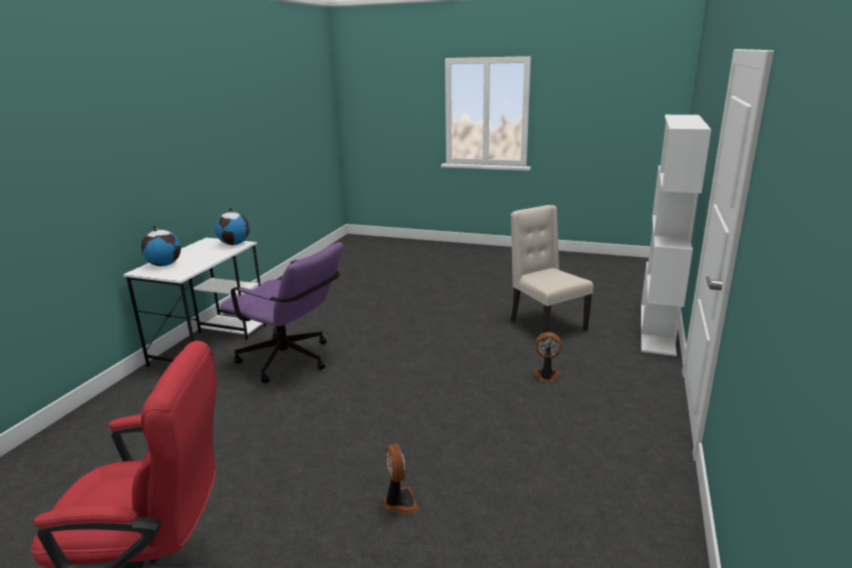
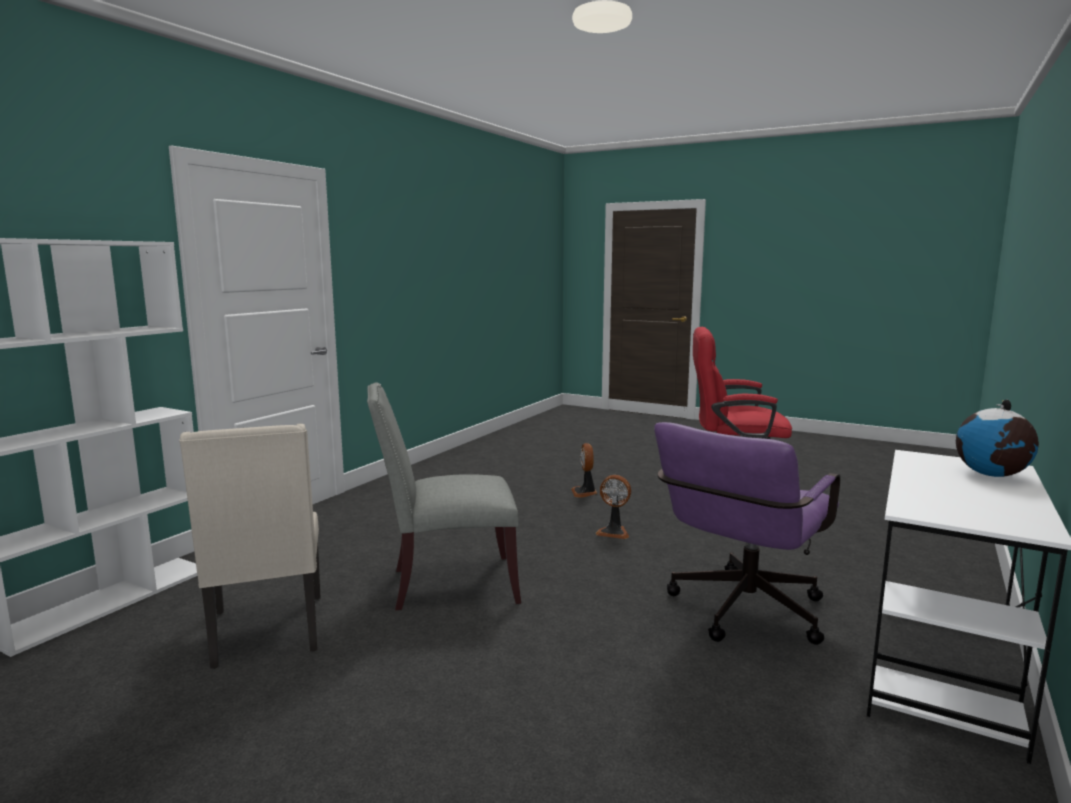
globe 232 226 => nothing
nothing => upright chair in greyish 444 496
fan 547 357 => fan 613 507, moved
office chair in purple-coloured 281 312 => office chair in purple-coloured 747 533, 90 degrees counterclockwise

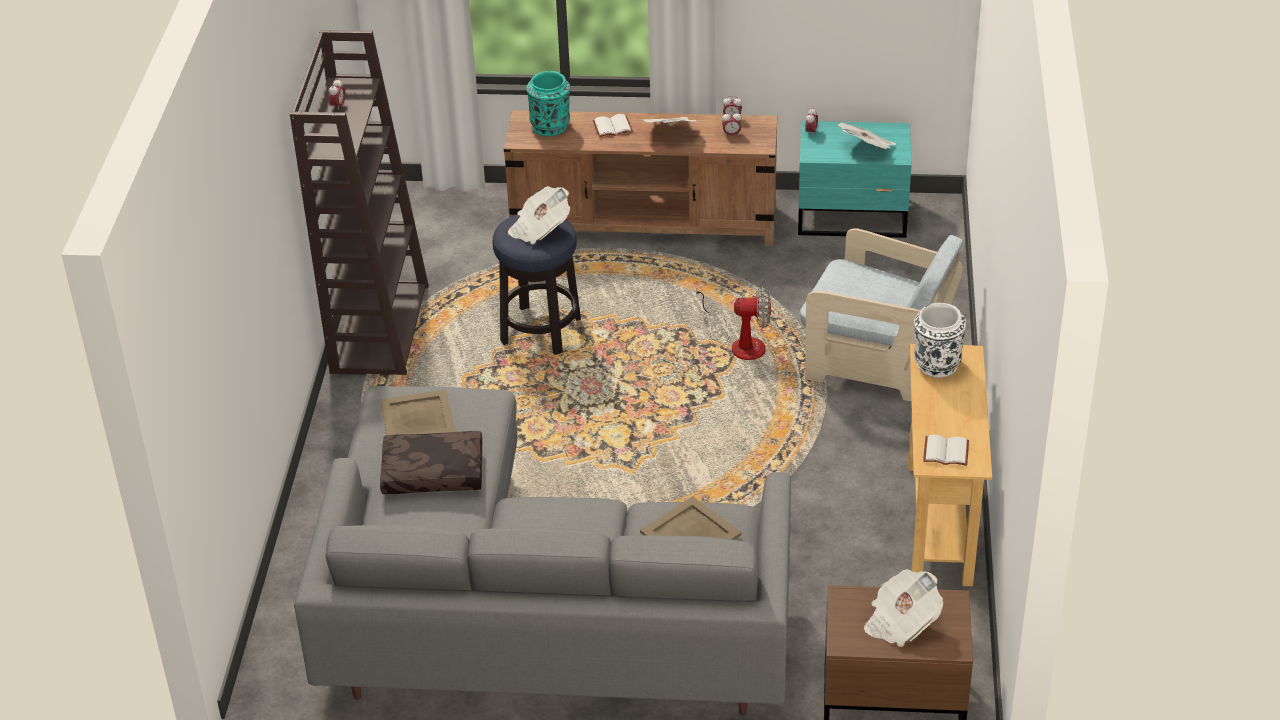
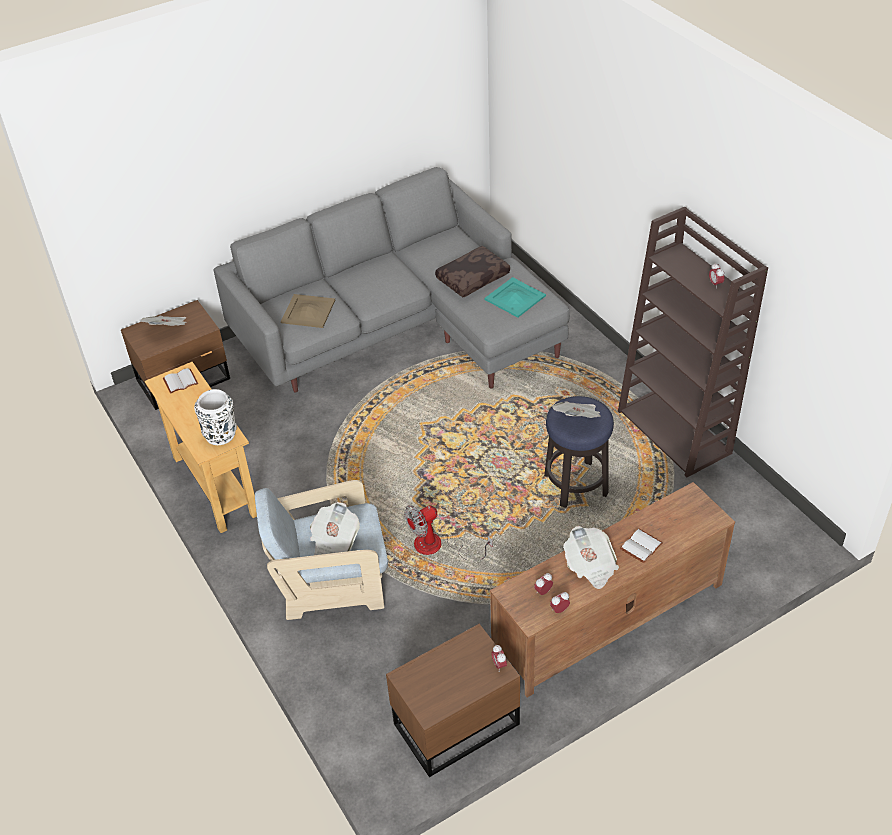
decorative vase in turquoise 548 103 => nothing
printed paper 867 136 => printed paper 335 528, moved
tray in beige 417 412 => tray in turquoise 515 297
bedside table in turquoise 855 179 => bedside table in brown-coloured 453 700

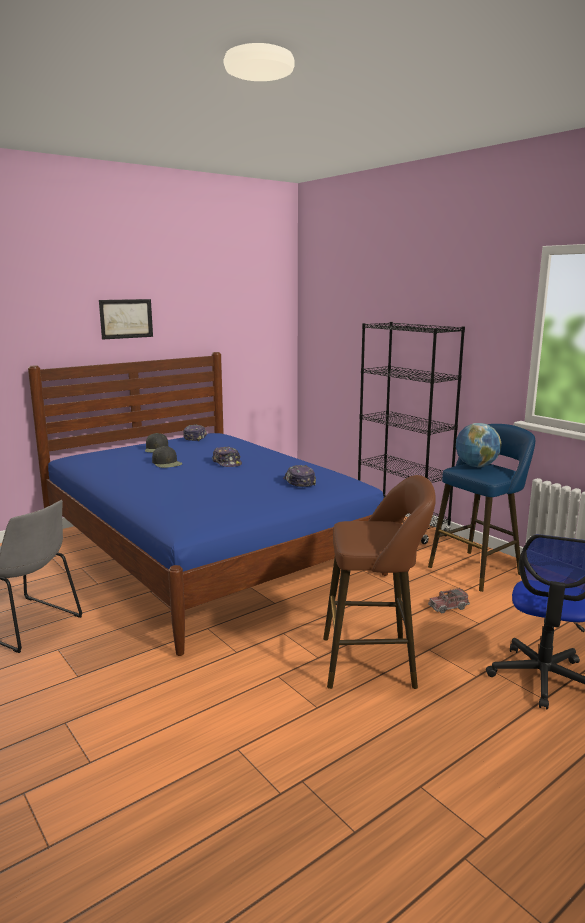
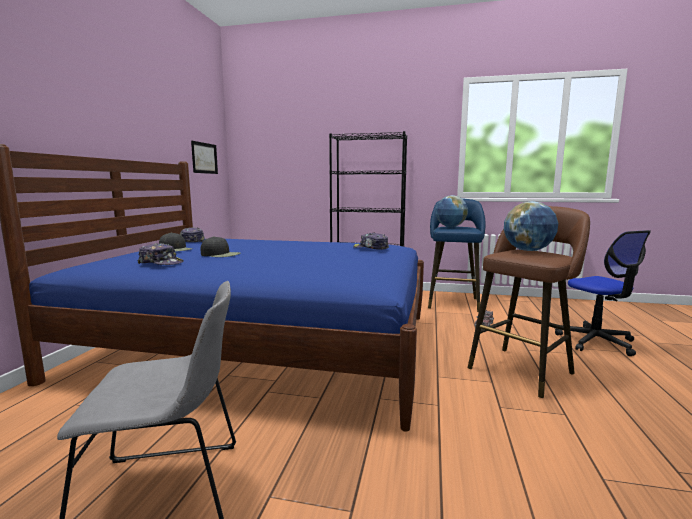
nothing => globe 531 226
wall picture 126 319 => wall picture 204 157, moved
cap 227 456 => cap 161 254, moved

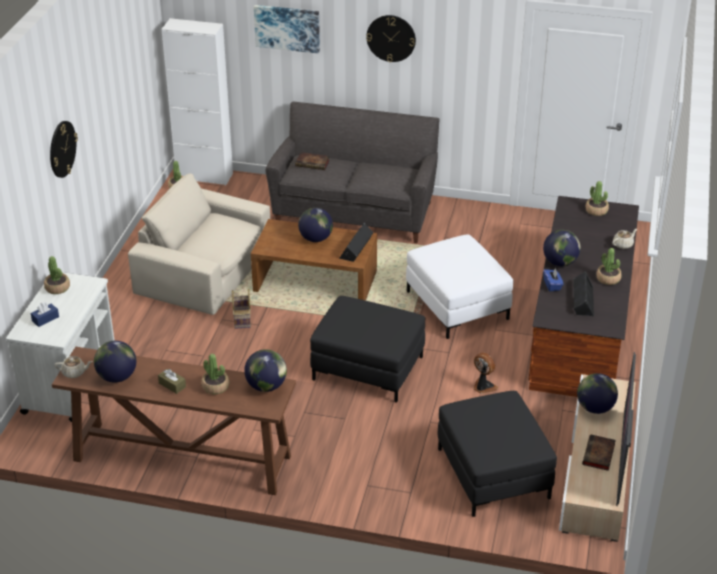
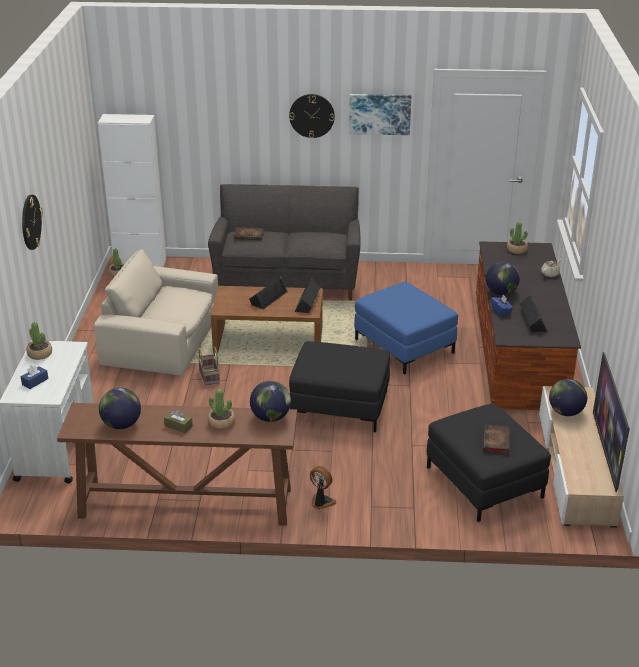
pot for tea in beige 73 367 => nothing
potted plant 609 266 => nothing
wall picture 287 29 => wall picture 380 114, moved
fan 486 373 => fan 323 488, moved
volume 599 452 => volume 496 439, moved
globe 315 225 => speaker in black-coloured 268 293
pouffe in white-coloured 460 286 => pouffe in blue 406 328

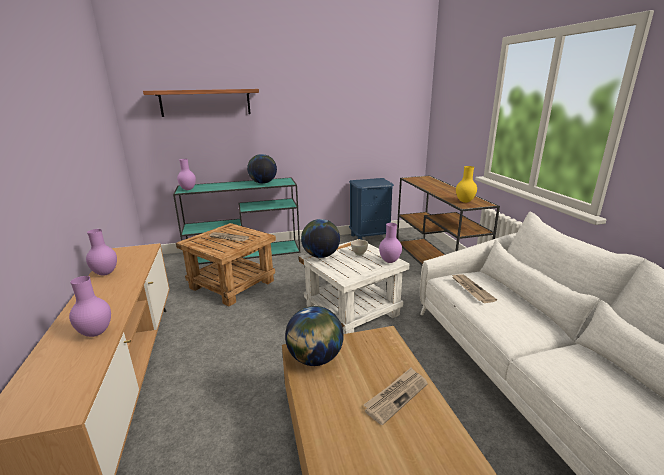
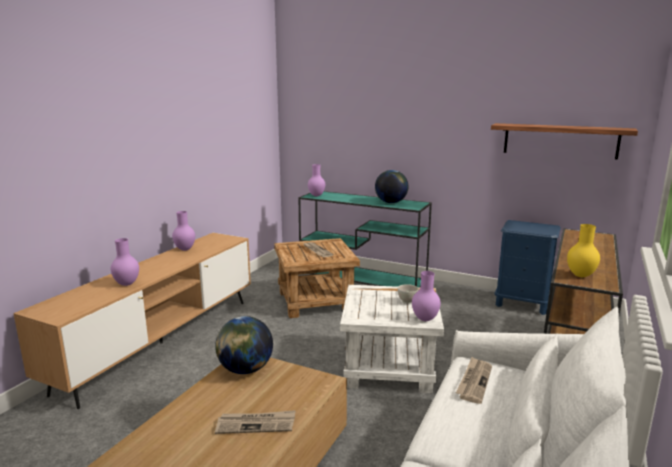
globe 320 238 => nothing
wall shelf 201 103 => wall shelf 564 141, moved

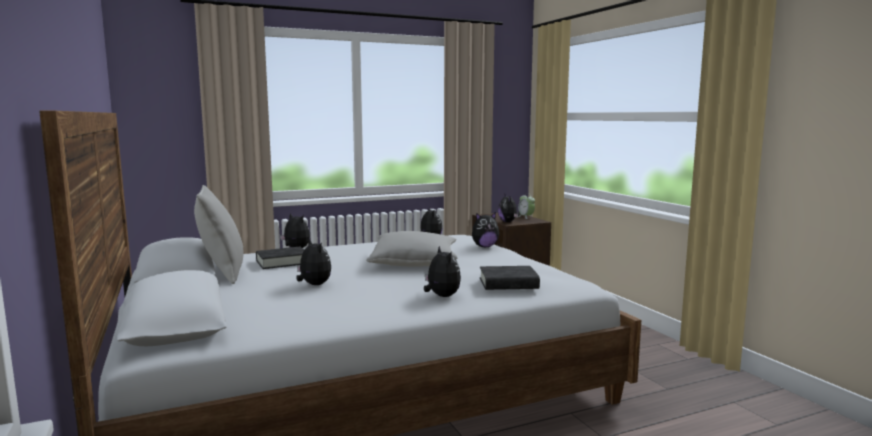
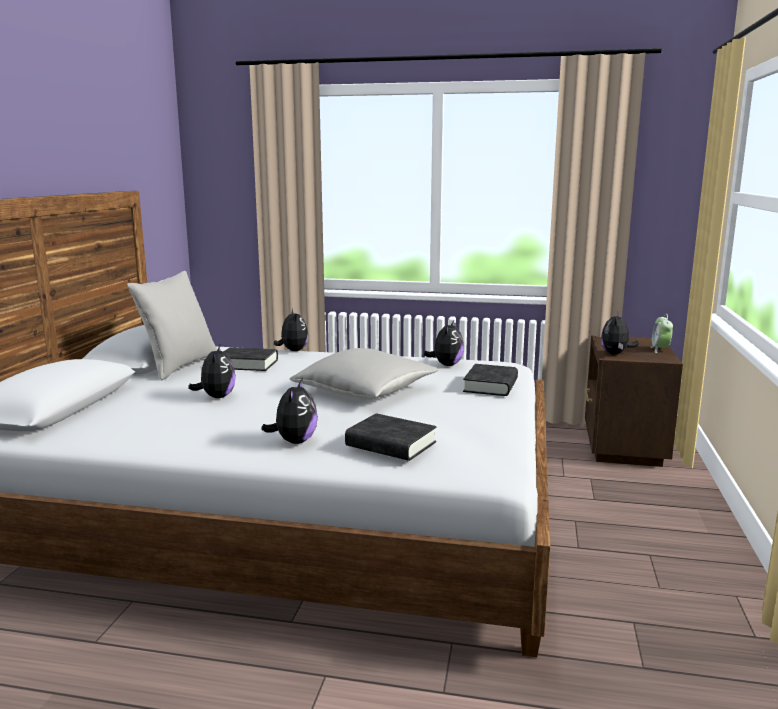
soft toy 485 229 => volume in black-coloured 490 380

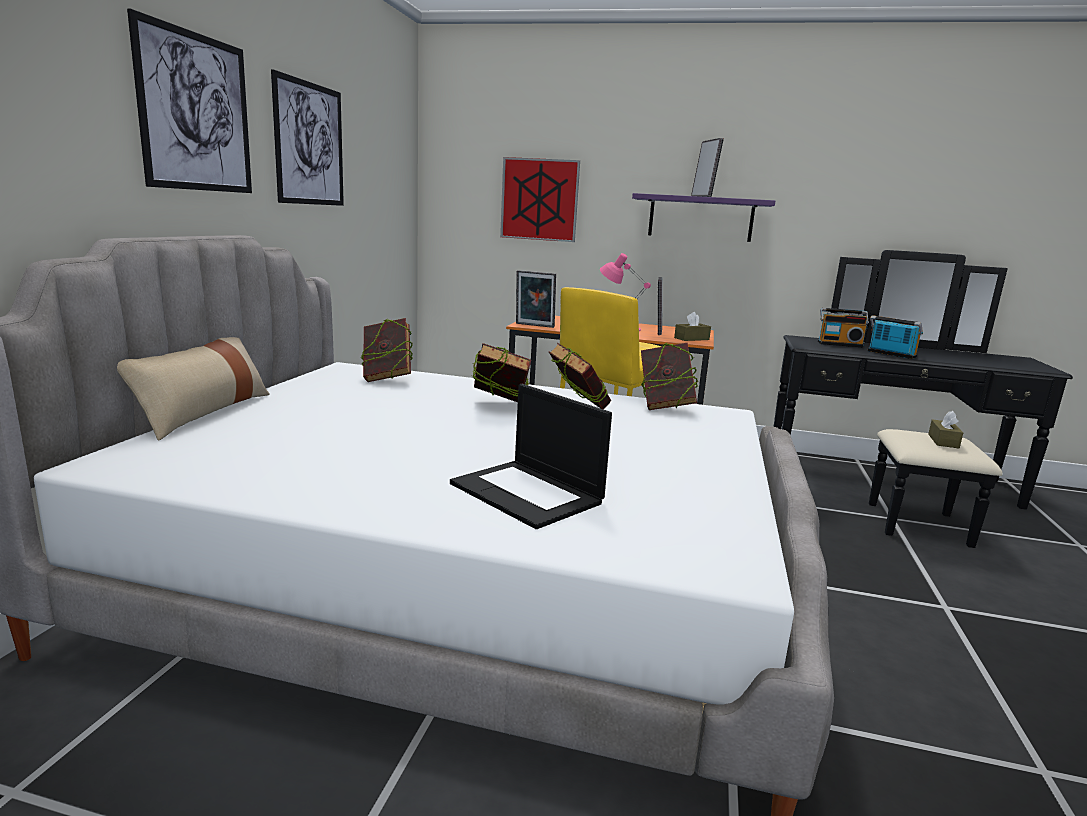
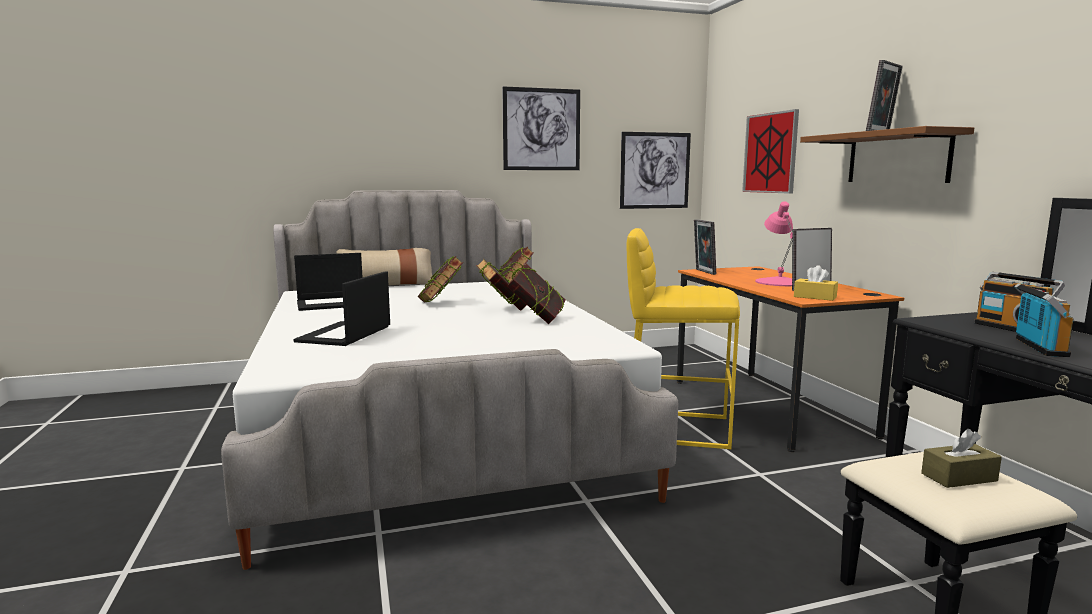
nothing => laptop 328 282
wall picture 189 100 => wall picture 655 170, moved
volume 669 376 => volume 440 279, moved
wall shelf in purple-coloured 703 217 => wall shelf in brown-coloured 887 154
box of tissues in brown-coloured 692 326 => box of tissues in yellow-coloured 816 283

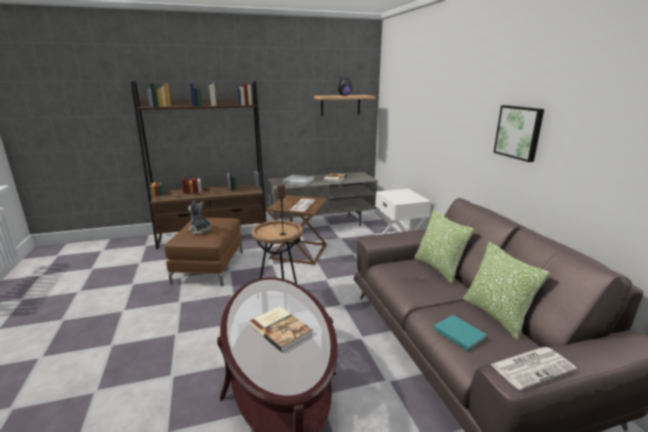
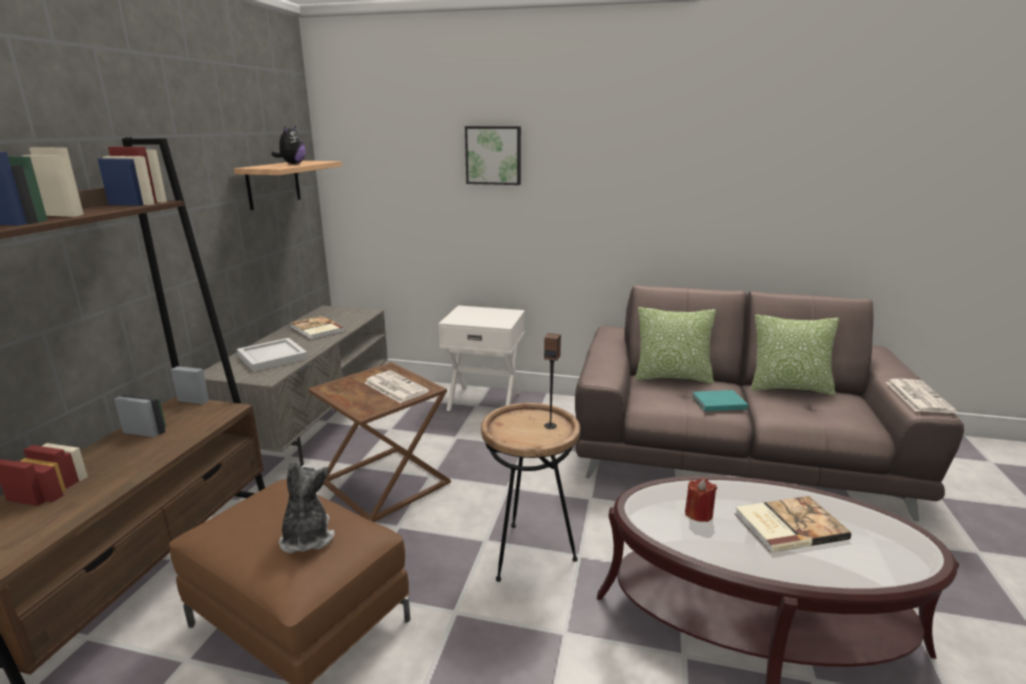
nothing => wax light in red-coloured 701 500
volume in turquoise 460 333 => volume in turquoise 720 400, moved
wall picture 518 133 => wall picture 493 155, moved
soft toy 199 217 => soft toy 307 507, 105 degrees clockwise

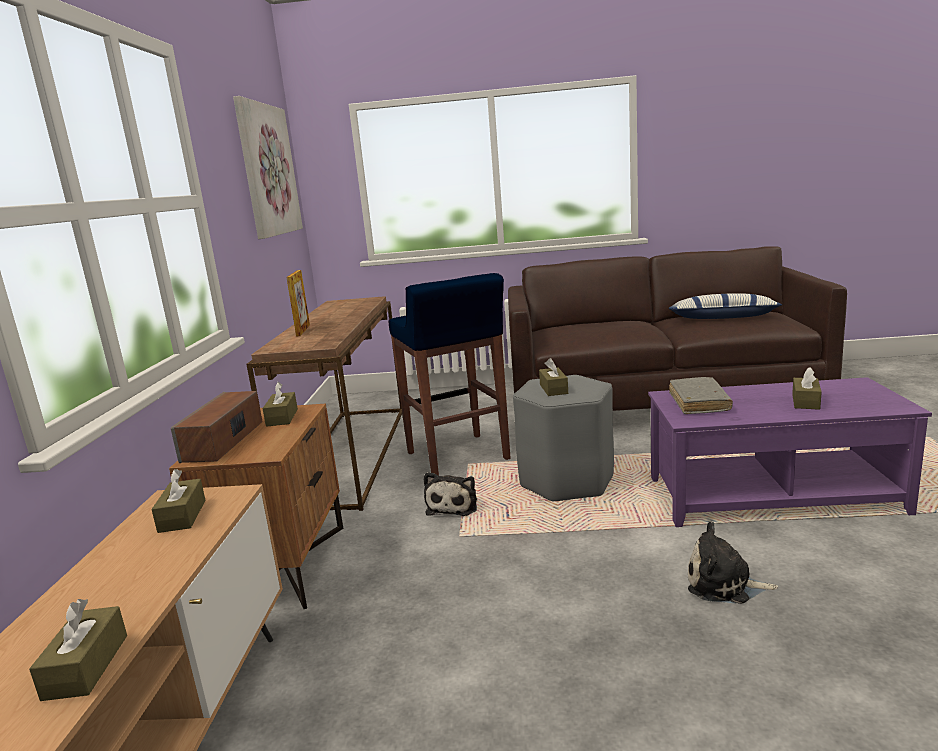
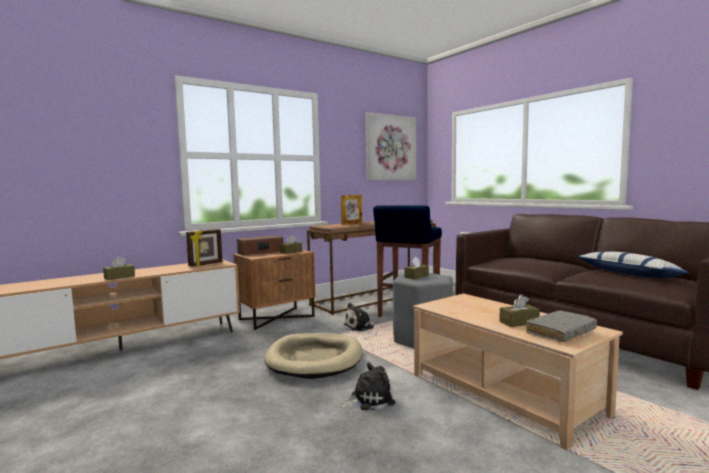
nothing => pet bed in beige 314 356
volume in greyish 701 395 => volume in greyish 561 326, moved
box of tissues in brown-coloured 178 501 => picture frame 204 248
low table in purple-coloured 790 452 => low table in beige 518 372
soft toy 733 563 => soft toy 367 386, 90 degrees clockwise

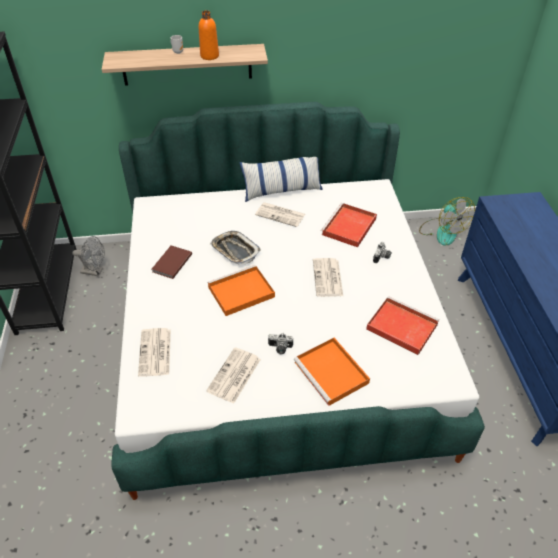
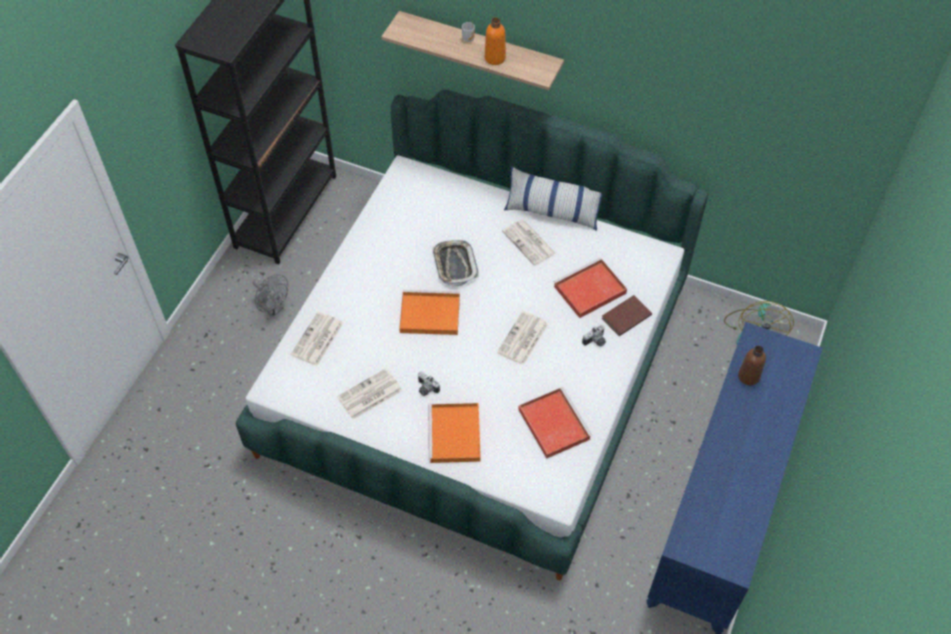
nothing => drink bottle in brown-coloured 752 365
fan in greyish 88 256 => fan in greyish 270 295, moved
volume in brown-coloured 172 262 => volume in brown-coloured 626 315, moved

